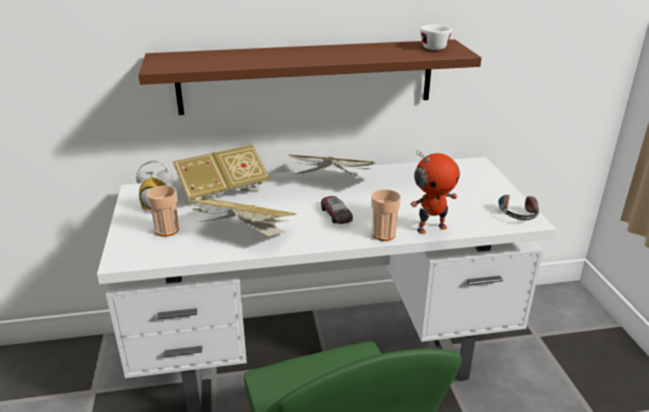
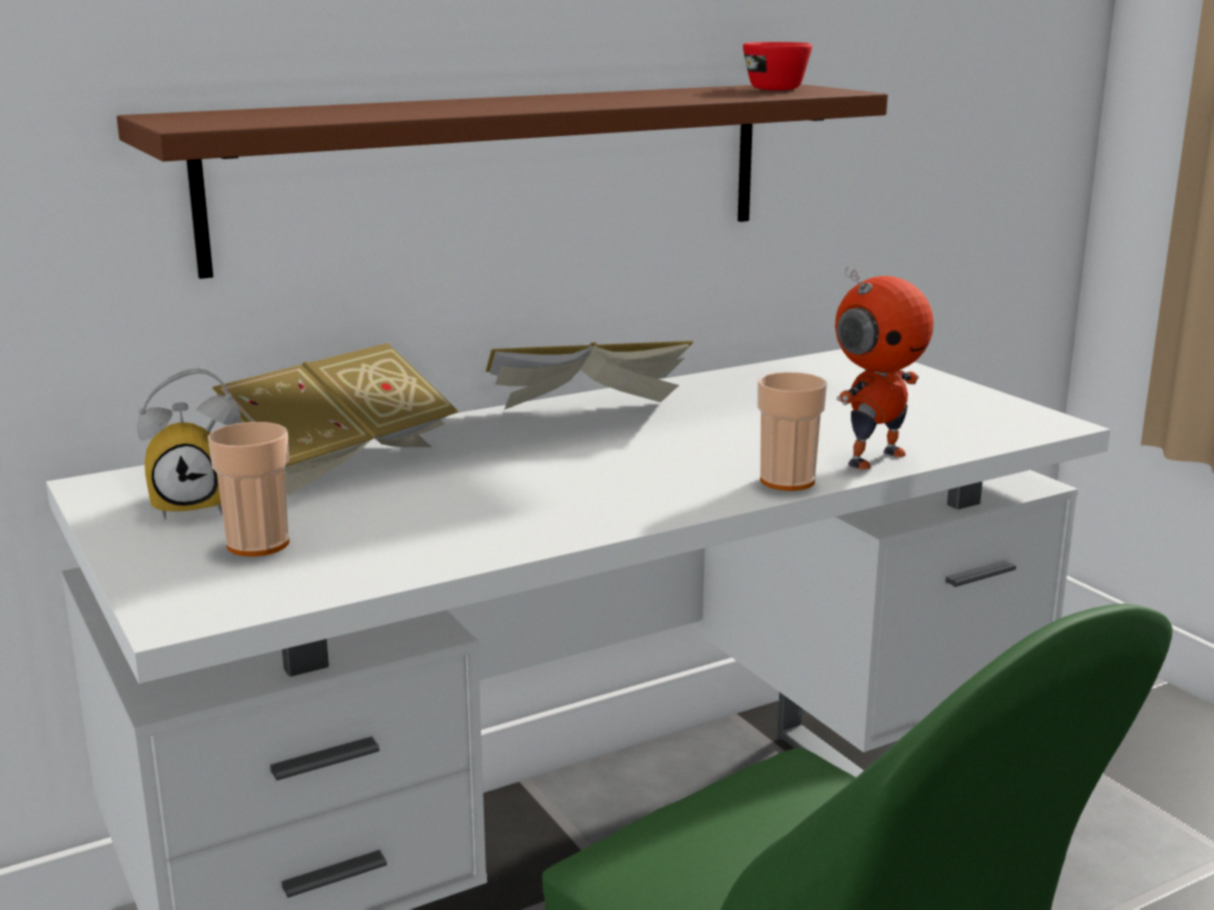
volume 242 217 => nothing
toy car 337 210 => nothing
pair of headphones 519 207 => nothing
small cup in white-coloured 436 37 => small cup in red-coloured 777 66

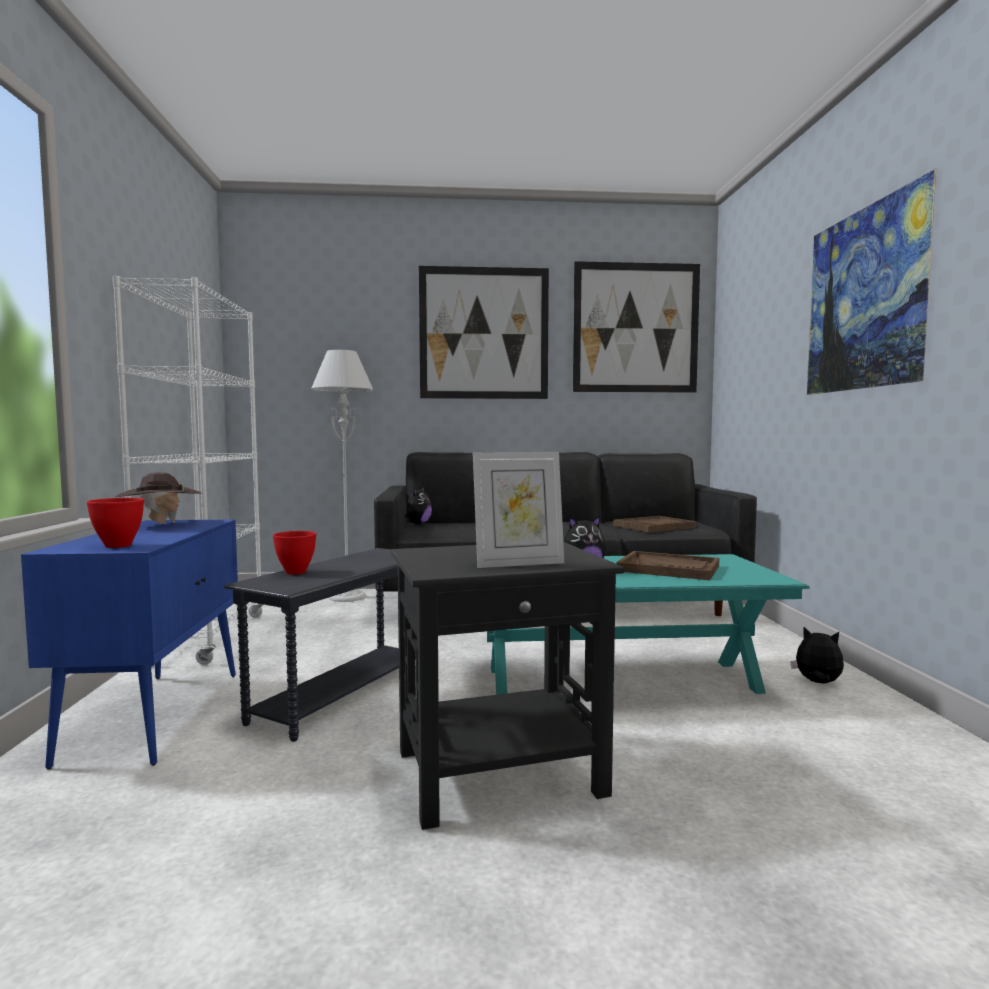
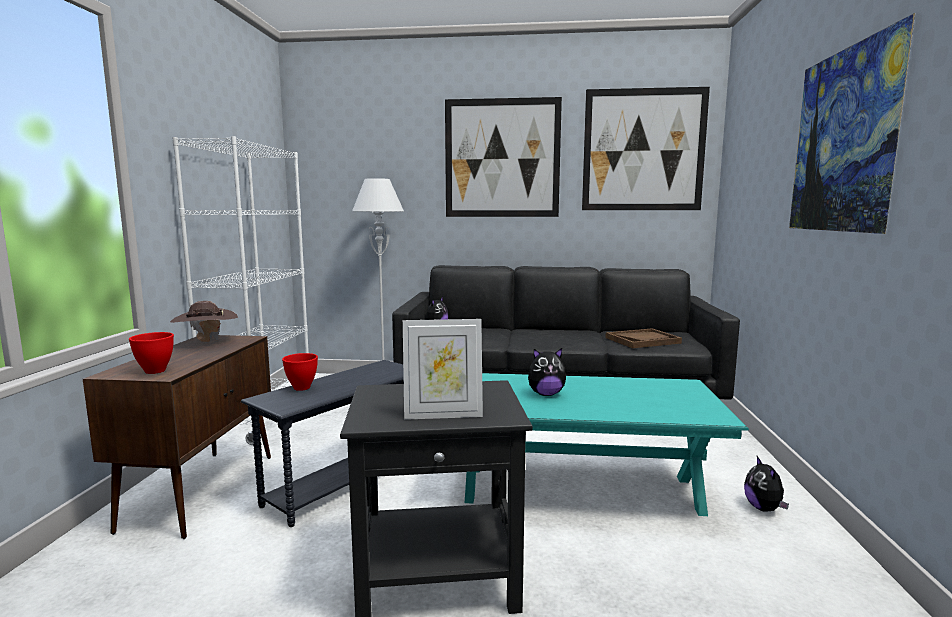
tray in brown-coloured 667 565 => nothing
cabinet in blue 129 644 => cabinet in brown-coloured 177 437
soft toy 817 655 => soft toy 766 484, 135 degrees counterclockwise

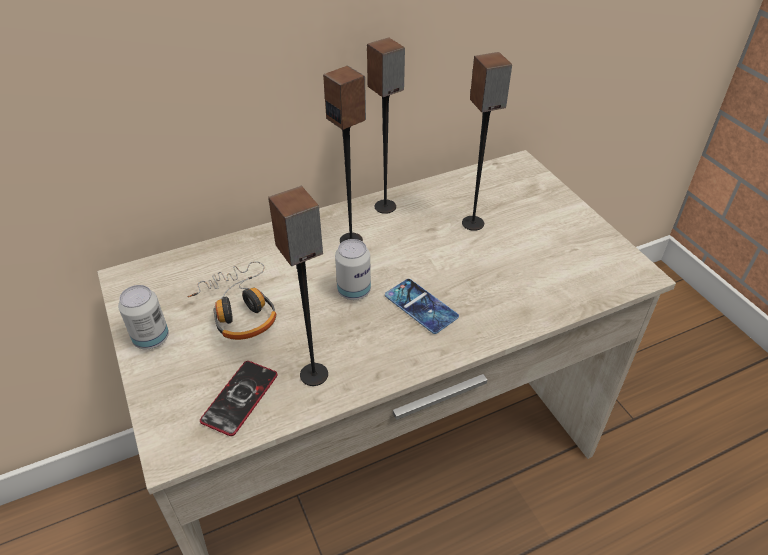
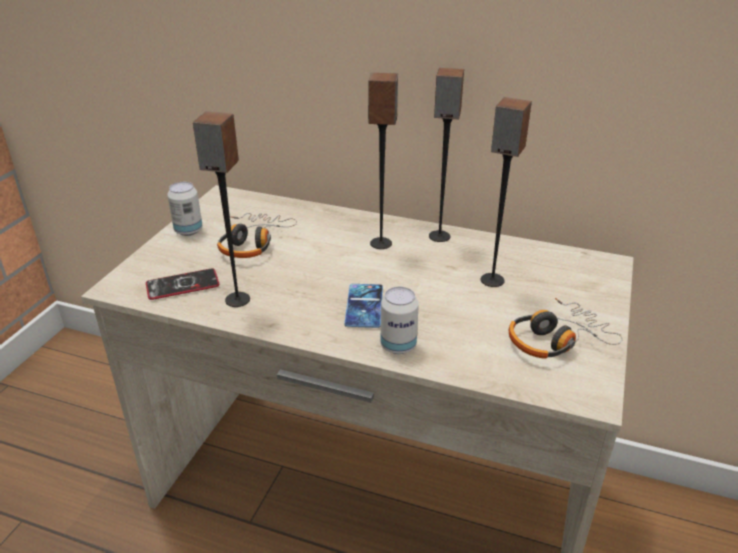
nothing => pair of headphones 566 328
can 353 269 => can 400 320, moved

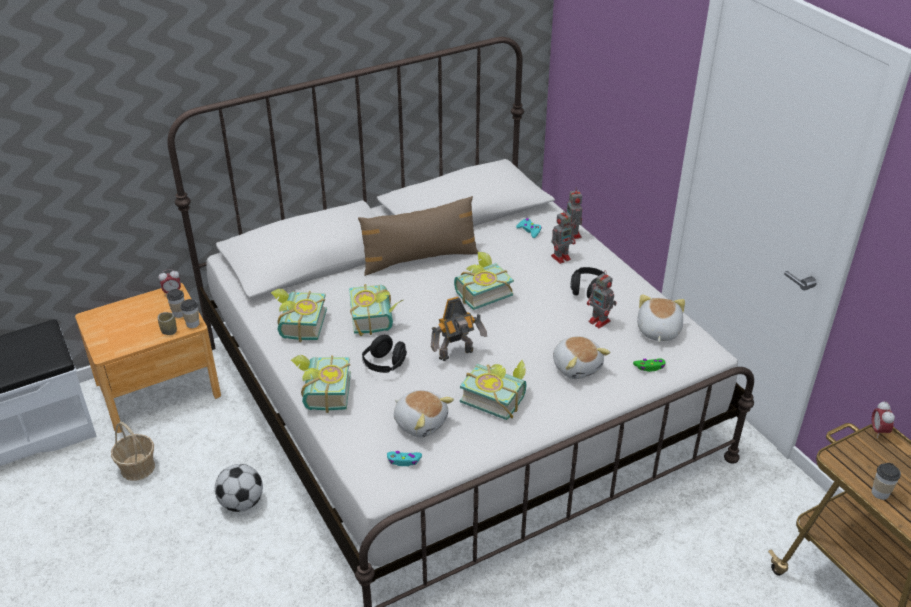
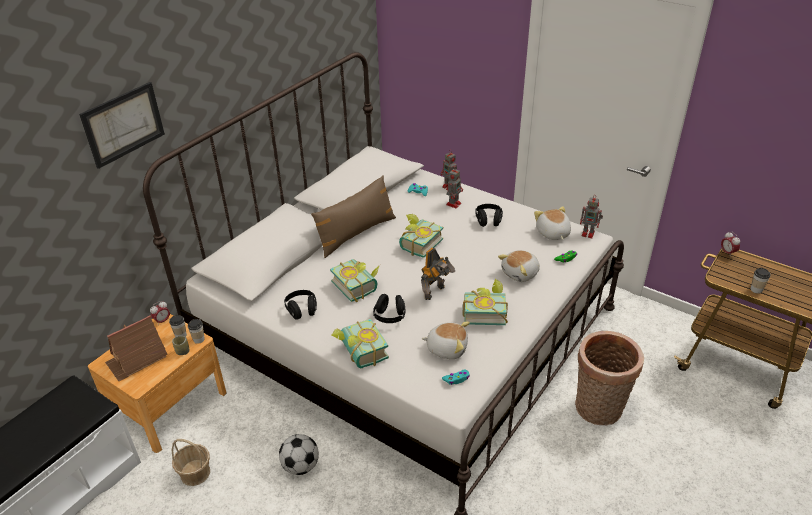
nothing => wall picture 122 125
nothing => miniature house 136 348
nothing => household basket 609 378
model robot 602 300 => model robot 591 216, moved
volume 299 315 => pair of headphones in black-coloured 300 305
soft toy 581 357 => soft toy 519 266, 105 degrees clockwise

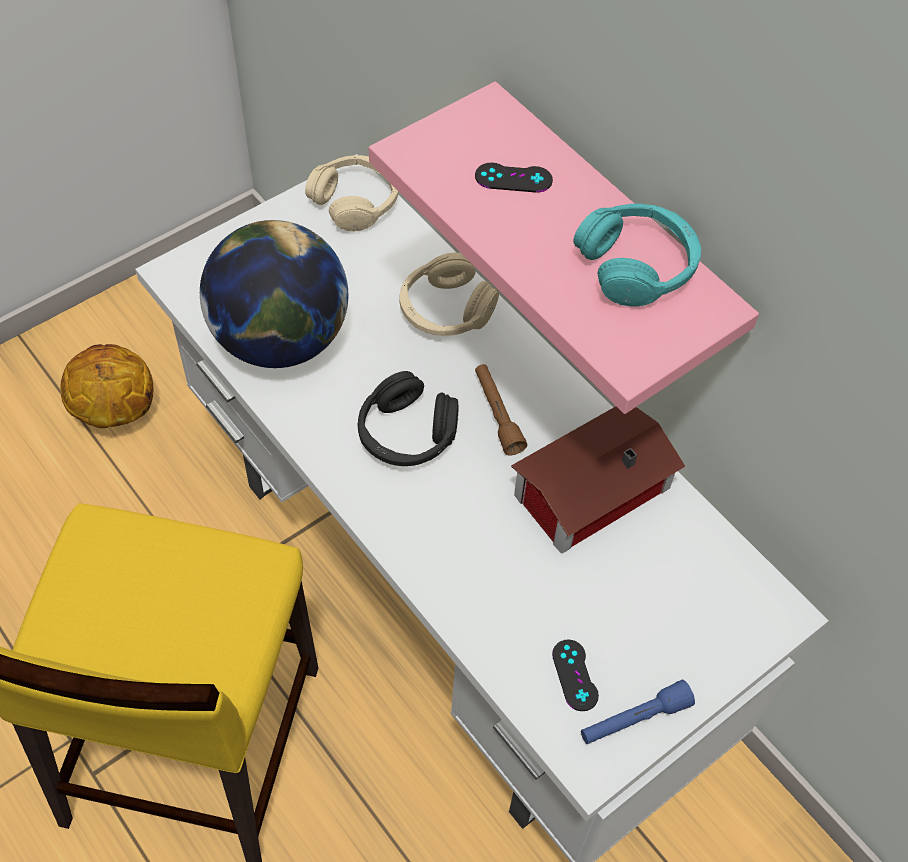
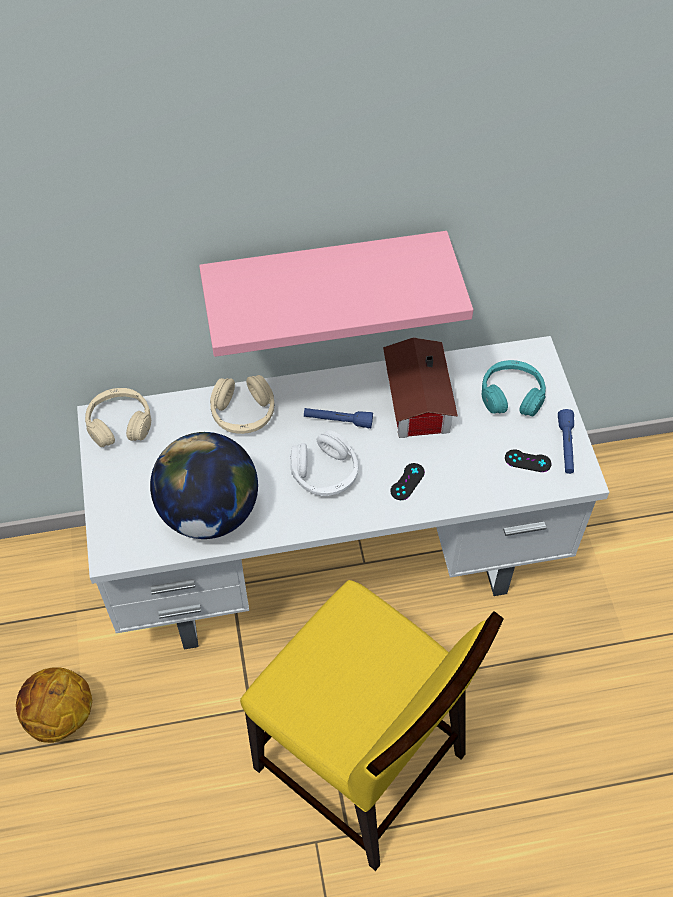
joypad in black-coloured 514 178 => joypad in black-coloured 407 481, moved
pair of headphones in turquoise 637 255 => pair of headphones in turquoise 514 388, moved
pair of headphones in black-coloured 408 418 => pair of headphones in white-coloured 324 463
torch in brown-coloured 501 409 => torch in blue 338 418

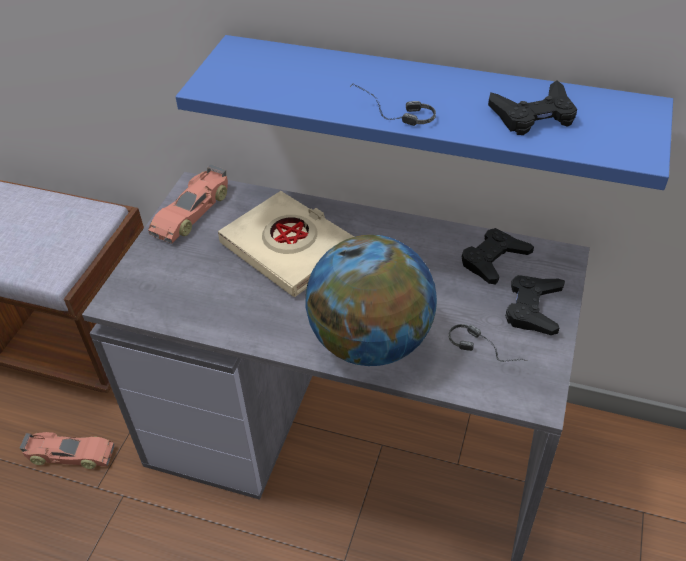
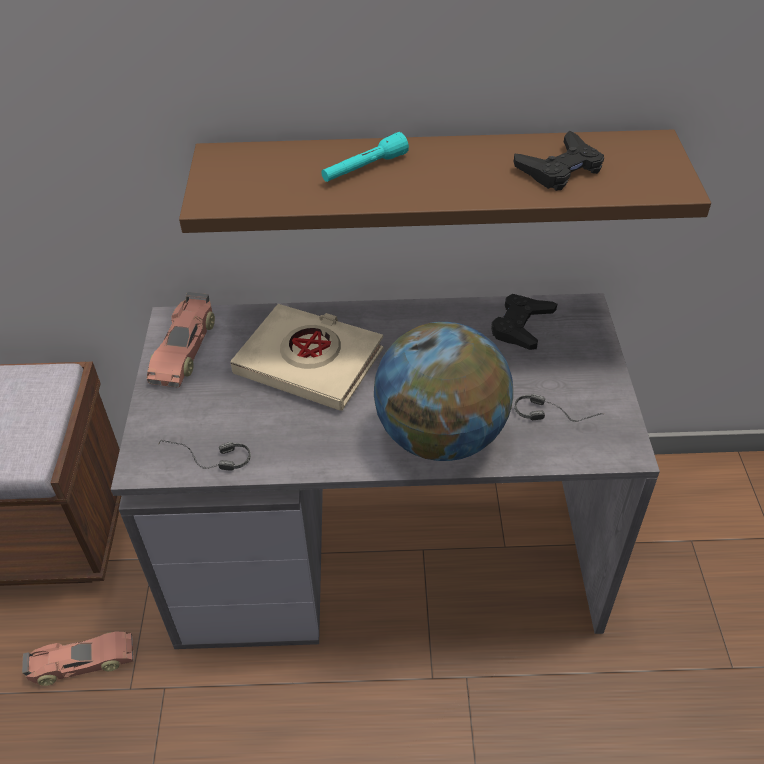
joypad in black-coloured 535 305 => nothing
nothing => torch in turquoise 365 157
pair of headphones 392 104 => pair of headphones 204 455, moved
wall shelf in blue 424 112 => wall shelf in brown-coloured 445 181

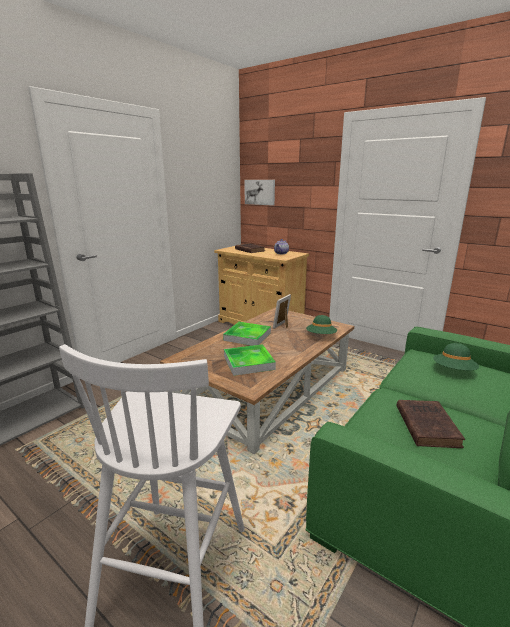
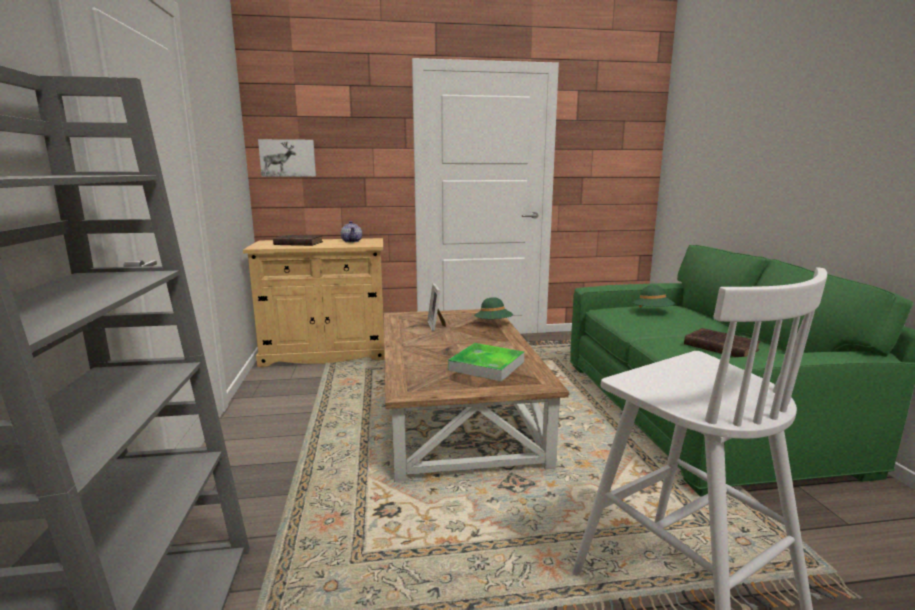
tray 247 334 => nothing

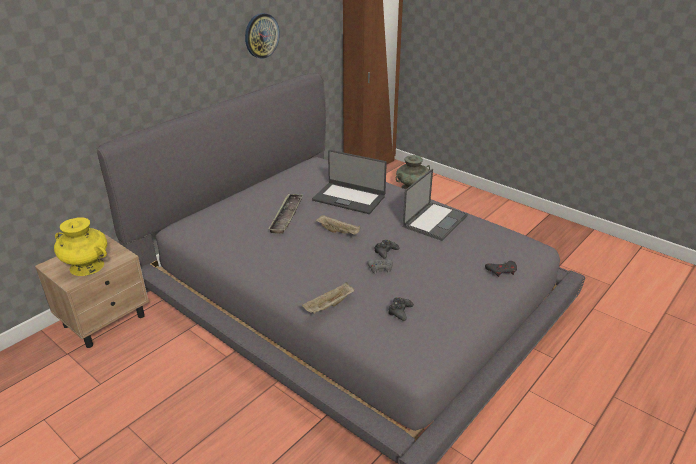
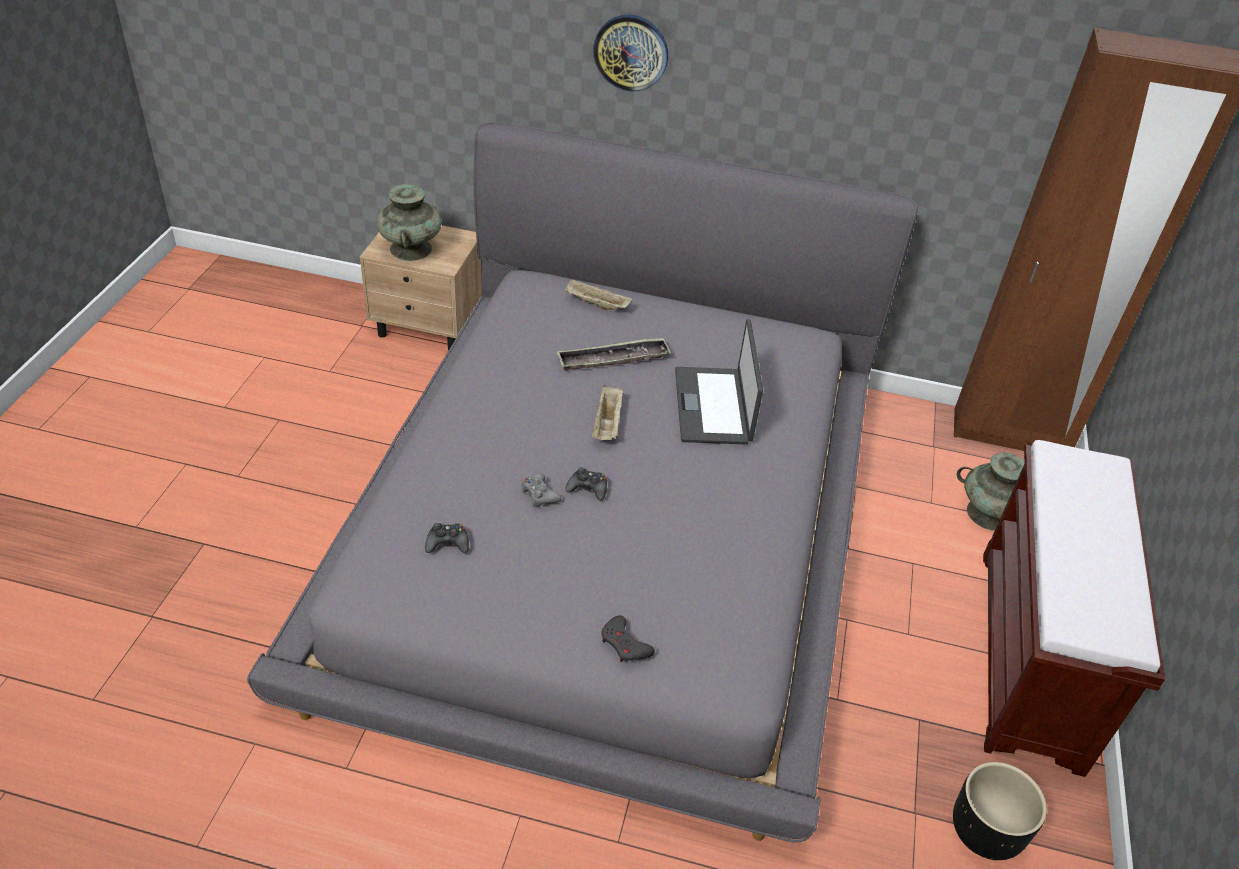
laptop 435 204 => nothing
nothing => planter in black-coloured 1000 811
nothing => indoor bench in brown-coloured 1074 608
wall clock 262 35 => wall clock 630 53, moved
tray in beige 328 298 => tray in beige 598 294, moved
decorative vase in yellow-coloured 80 246 => decorative vase in turquoise 409 222

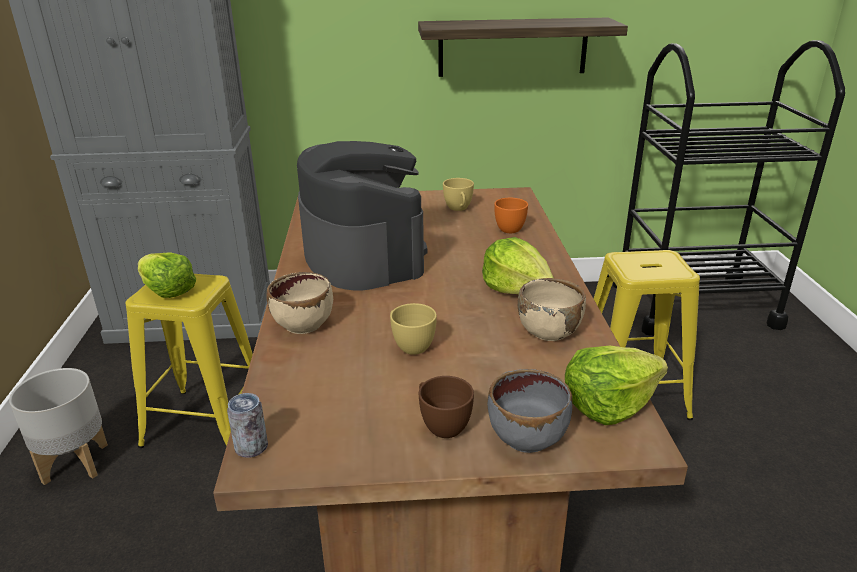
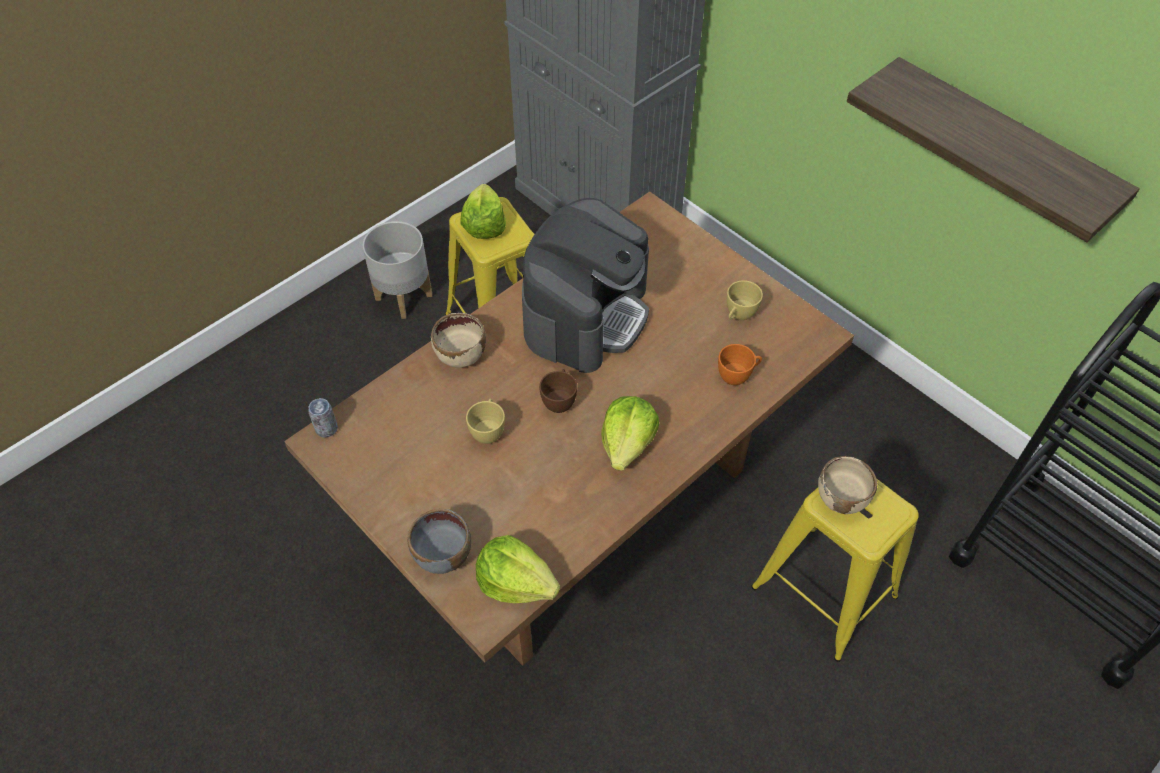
small cup in brown-coloured 446 407 => small cup in brown-coloured 558 391, moved
bowl in beige 552 309 => bowl in beige 847 485, moved

